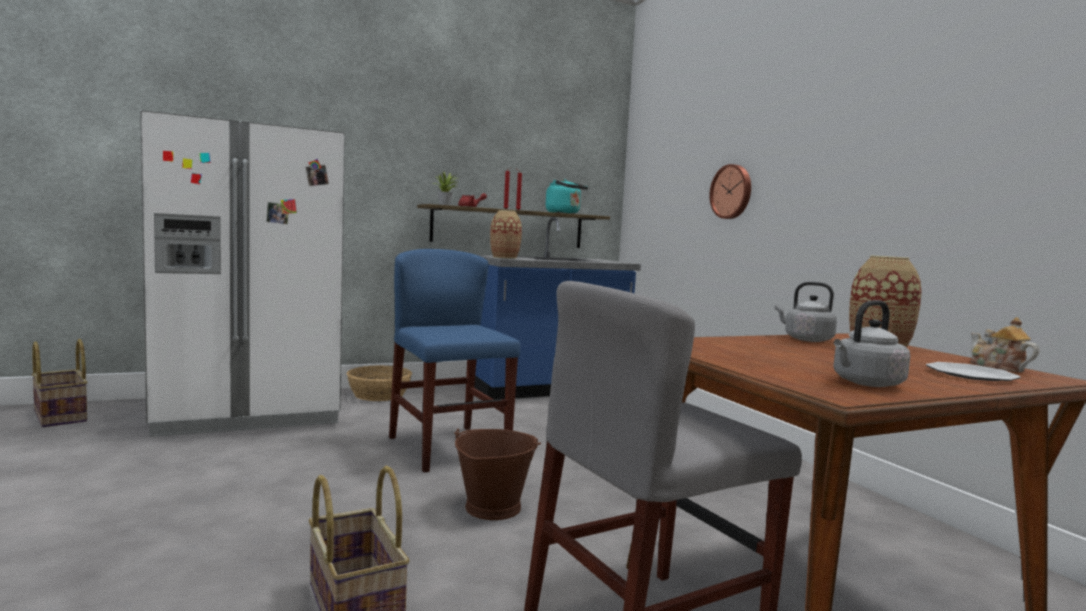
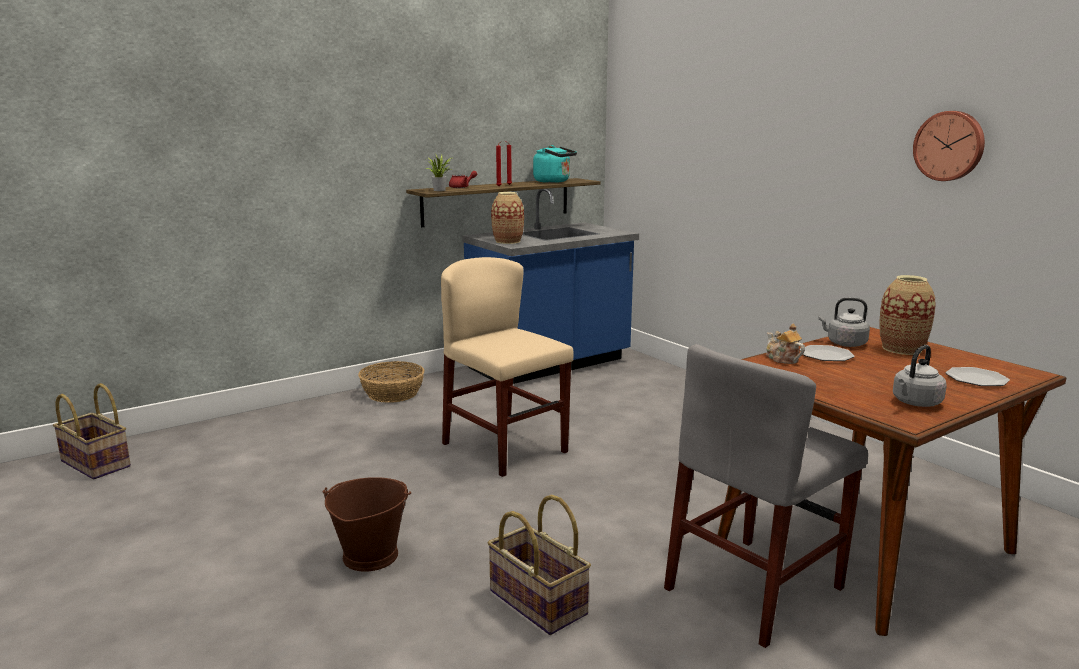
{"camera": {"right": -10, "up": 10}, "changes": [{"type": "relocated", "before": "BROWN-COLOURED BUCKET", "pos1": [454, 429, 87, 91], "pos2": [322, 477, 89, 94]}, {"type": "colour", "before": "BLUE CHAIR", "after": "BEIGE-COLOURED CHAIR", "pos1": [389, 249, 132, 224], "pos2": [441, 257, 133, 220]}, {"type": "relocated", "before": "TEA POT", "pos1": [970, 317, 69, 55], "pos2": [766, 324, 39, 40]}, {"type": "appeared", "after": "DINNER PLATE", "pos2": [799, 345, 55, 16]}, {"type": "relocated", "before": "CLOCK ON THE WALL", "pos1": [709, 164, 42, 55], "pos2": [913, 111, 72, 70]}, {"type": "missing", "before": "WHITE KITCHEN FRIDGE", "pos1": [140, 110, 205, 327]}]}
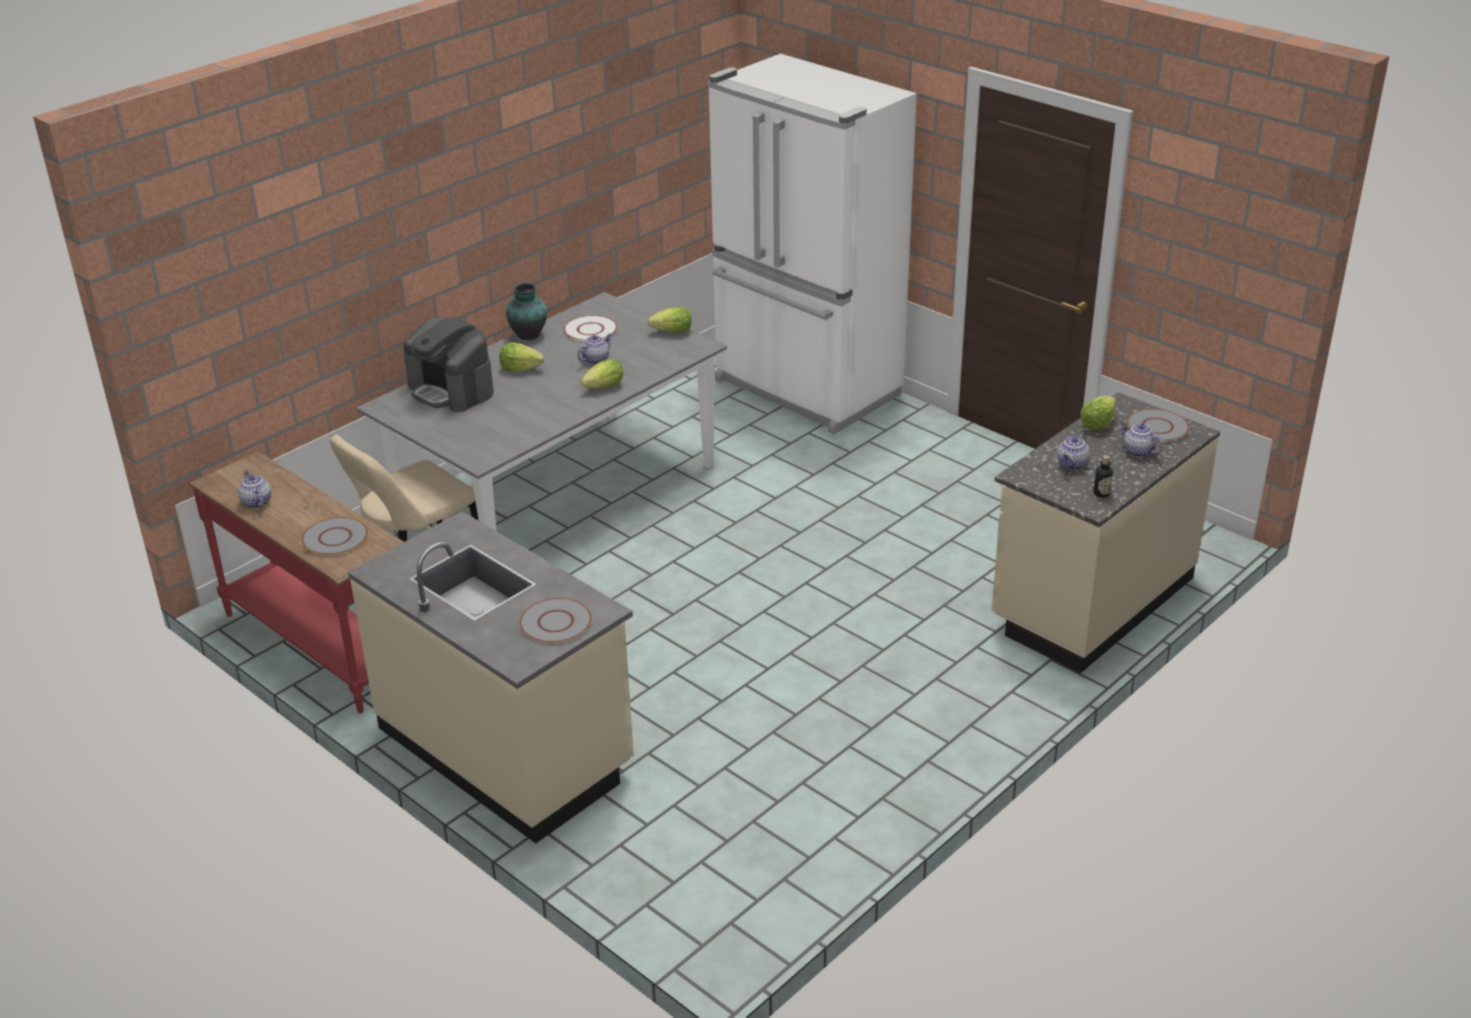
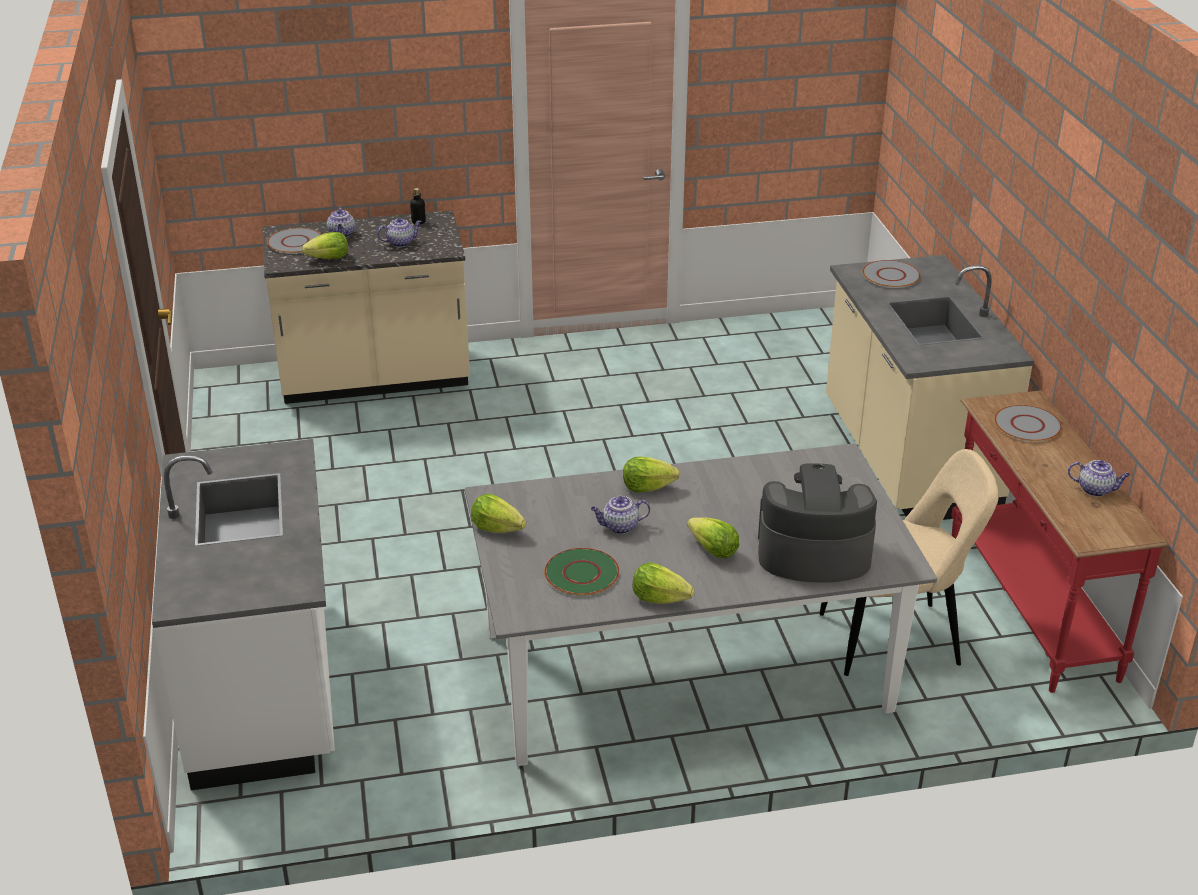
{"camera": {"right": -145, "up": 0}, "changes": [{"type": "exchanged", "before": "WHITE KITCHEN FRIDGE", "after": "WHITE KITCHEN COUNTER", "pos1": [708, 54, 209, 380], "pos2": [152, 439, 183, 351]}, {"type": "colour", "before": "WHITE DINNER PLATE", "after": "GREENISH DINNER PLATE", "pos1": [564, 315, 53, 27], "pos2": [544, 548, 76, 48]}, {"type": "exchanged", "before": "DECORATIVE VASE", "after": "LETTUCE HEAD", "pos1": [506, 282, 41, 58], "pos2": [632, 562, 62, 42]}, {"type": "spun", "before": "COFFEE MAKER", "pos1": [403, 317, 91, 95], "pos2": [758, 463, 119, 120], "turn": -75}, {"type": "spun", "before": "TEA POT", "pos1": [238, 471, 34, 37], "pos2": [1068, 460, 62, 36], "turn": -75}]}
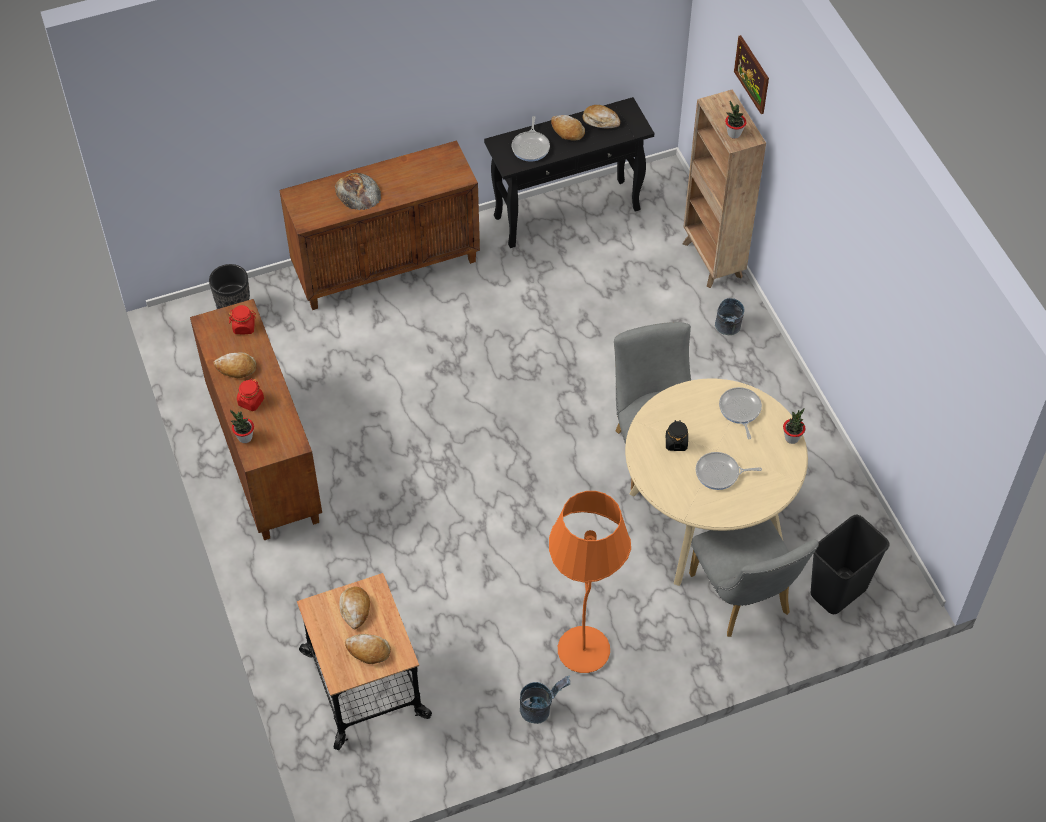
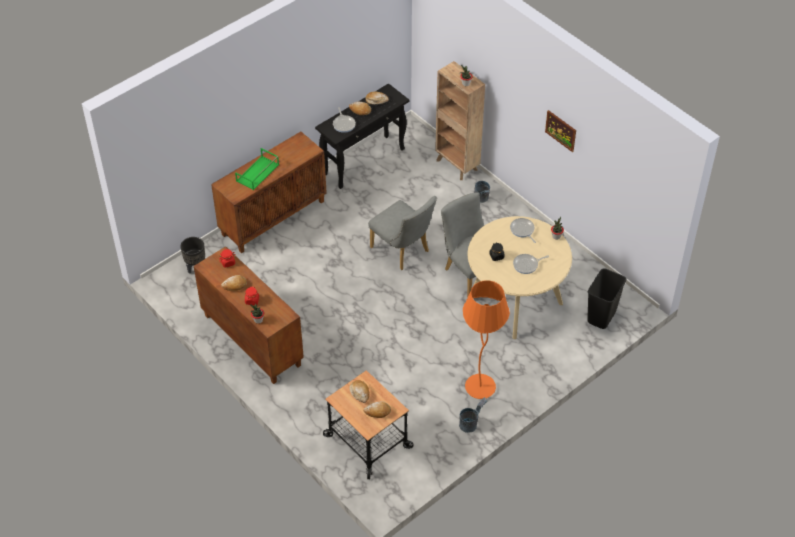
{"camera": {"right": -20, "up": -5}, "changes": [{"type": "exchanged", "before": "BREAD", "after": "GREENISH SERVING TRAY", "pos1": [335, 173, 46, 37], "pos2": [235, 148, 44, 42]}, {"type": "relocated", "before": "GREY CHAIR", "pos1": [689, 519, 130, 118], "pos2": [368, 196, 69, 74]}, {"type": "relocated", "before": "WALL ART", "pos1": [734, 35, 35, 79], "pos2": [545, 110, 31, 42]}]}
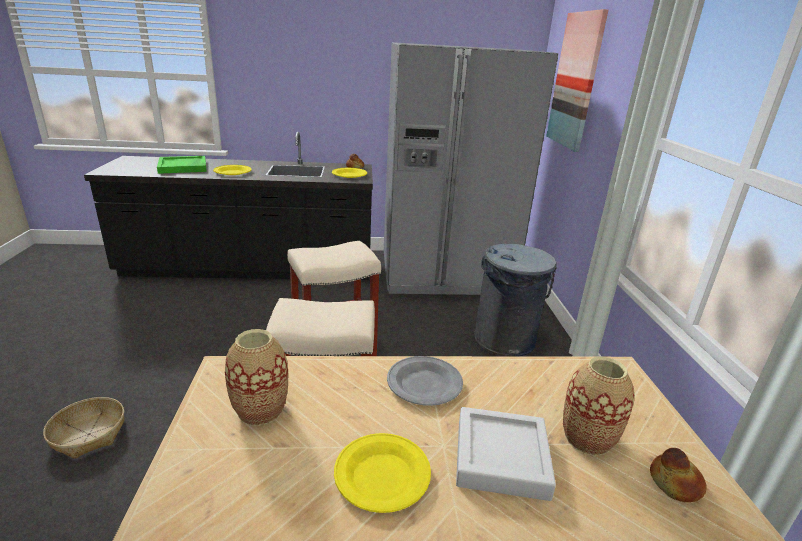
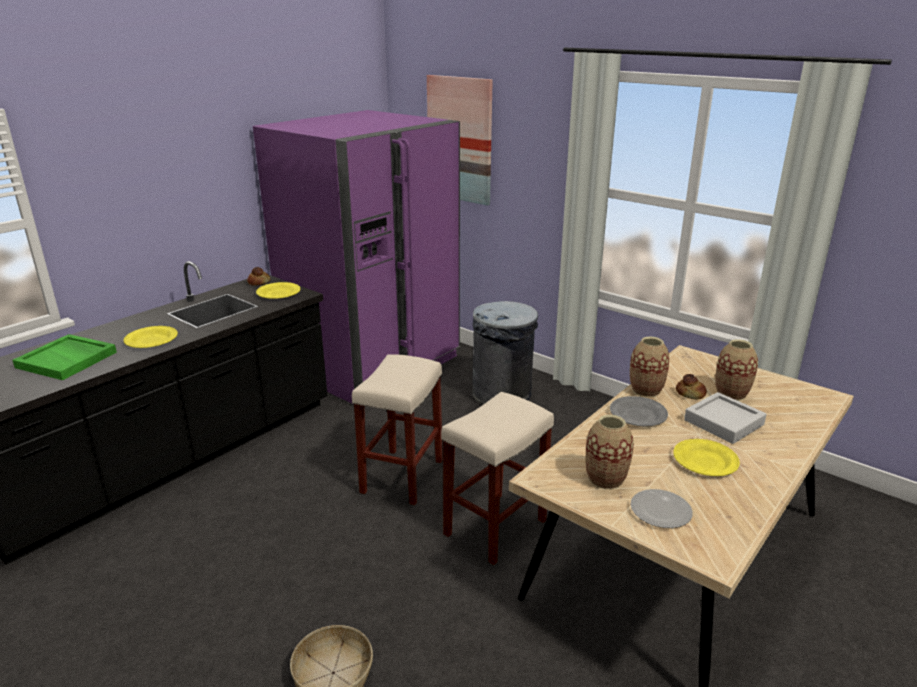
{"camera": {"right": -45, "up": 0}, "changes": [{"type": "colour", "before": "GREY KITCHEN FRIDGE", "after": "PURPLE KITCHEN FRIDGE", "pos1": [384, 42, 174, 253], "pos2": [253, 110, 207, 294]}, {"type": "appeared", "after": "DECORATIVE VASE", "pos2": [630, 337, 39, 60]}, {"type": "appeared", "after": "DINNER PLATE", "pos2": [630, 489, 63, 39]}, {"type": "relocated", "before": "BREAD", "pos1": [650, 448, 57, 54], "pos2": [676, 374, 31, 26]}]}
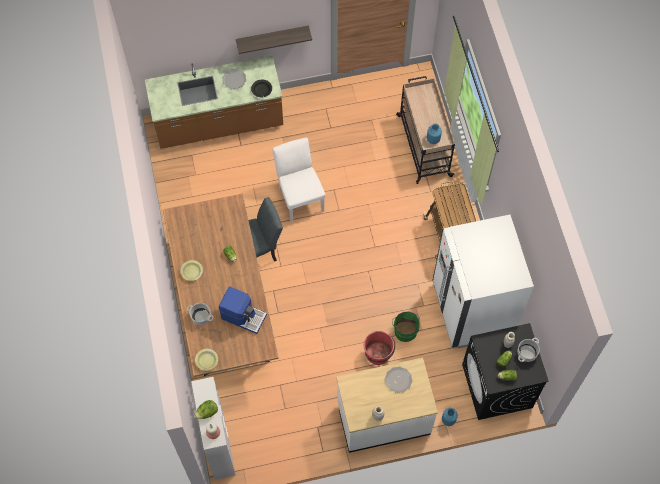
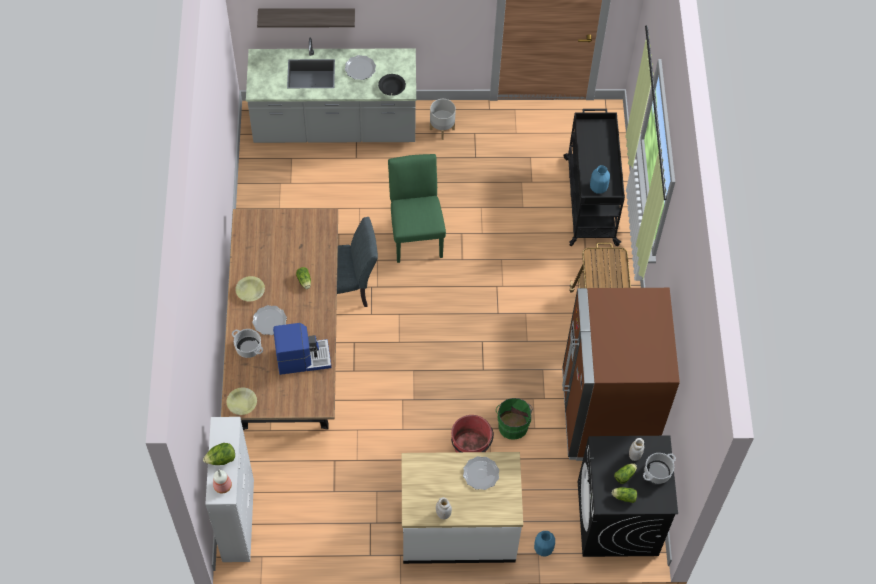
{"camera": {"right": 10, "up": -5}, "changes": [{"type": "colour", "before": "BROWN-COLOURED KITCHEN COUNTER", "after": "GREY KITCHEN COUNTER", "pos1": [145, 56, 138, 93], "pos2": [246, 37, 170, 106]}, {"type": "appeared", "after": "DINNER PLATE", "pos2": [252, 305, 35, 30]}, {"type": "relocated", "before": "SHELF", "pos1": [236, 25, 76, 29], "pos2": [257, 8, 98, 20]}, {"type": "spun", "before": "COFFEE MAKER", "pos1": [219, 286, 48, 48], "pos2": [273, 323, 58, 52], "turn": -45}, {"type": "colour", "before": "WHITE CHAIR", "after": "GREENISH CHAIR", "pos1": [272, 137, 53, 85], "pos2": [388, 154, 58, 109]}, {"type": "appeared", "after": "GREY PLANT POT", "pos2": [430, 99, 26, 41]}, {"type": "colour", "before": "WHITE KITCHEN FRIDGE", "after": "BROWN-COLOURED KITCHEN FRIDGE", "pos1": [433, 215, 101, 134], "pos2": [562, 288, 118, 173]}, {"type": "colour", "before": "BEIGE-COLOURED CART", "after": "BLACKISH CART", "pos1": [396, 76, 59, 108], "pos2": [563, 109, 62, 137]}]}
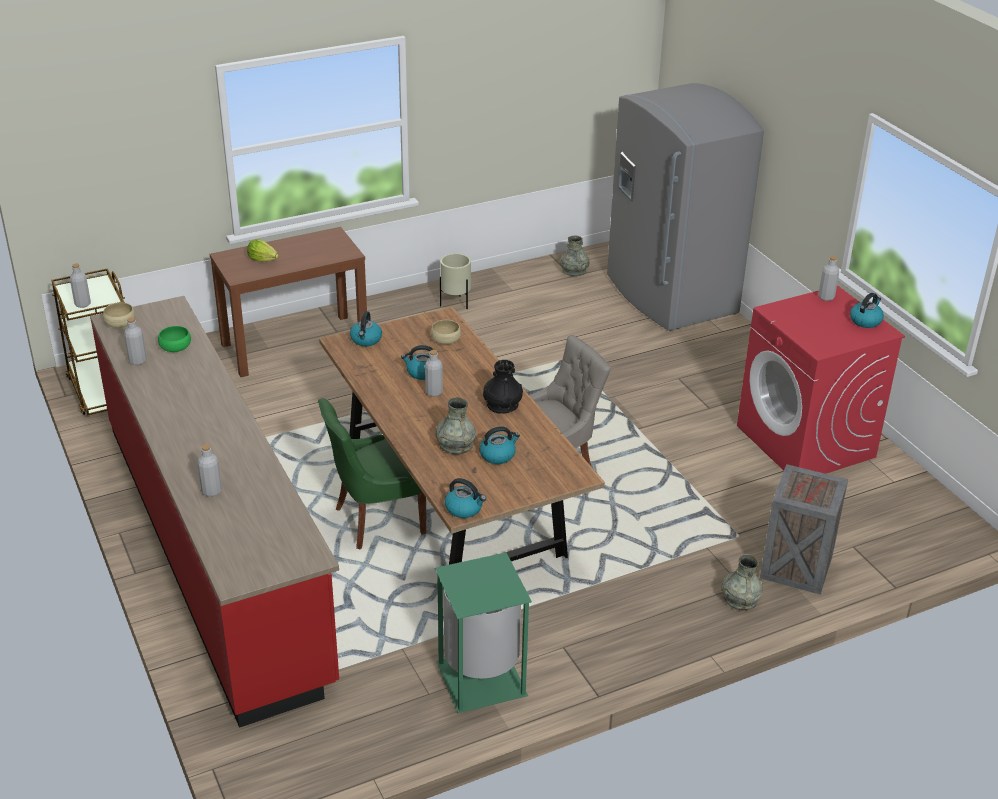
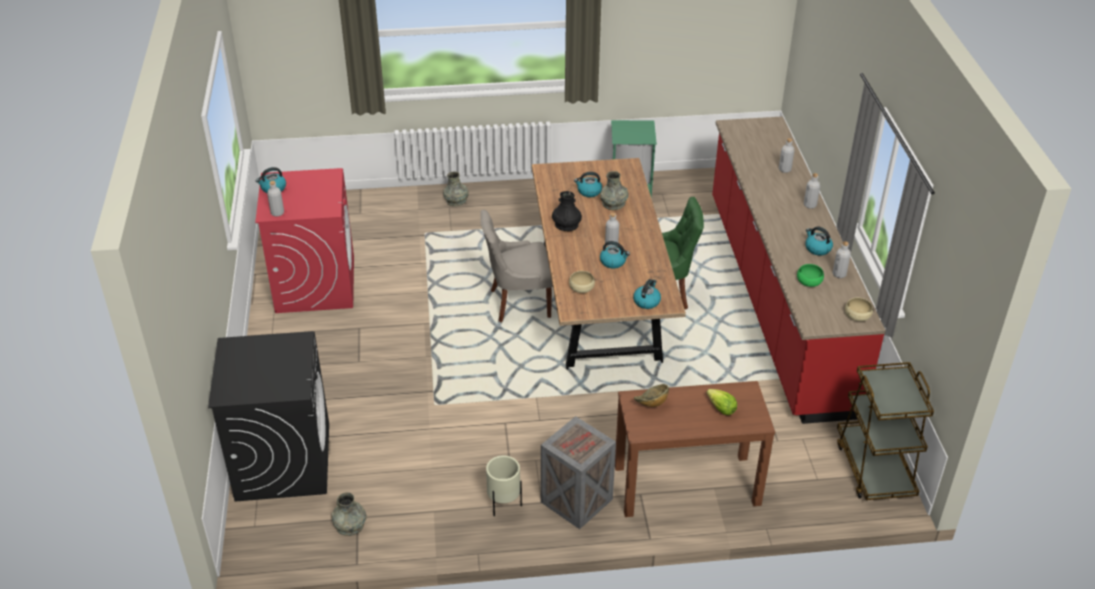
{"camera": {"right": -160, "up": 5}, "changes": [{"type": "exchanged", "before": "GREY KITCHEN FRIDGE", "after": "BLACKISH WASHING MACHINE", "pos1": [607, 83, 157, 248], "pos2": [208, 331, 121, 171]}, {"type": "relocated", "before": "CRATE", "pos1": [760, 464, 88, 131], "pos2": [541, 416, 75, 113]}, {"type": "appeared", "after": "SERVING BOWL", "pos2": [634, 384, 35, 23]}, {"type": "relocated", "before": "GREY DRINK BOTTLE", "pos1": [70, 263, 21, 45], "pos2": [804, 173, 16, 36]}, {"type": "relocated", "before": "TEA KETTLE", "pos1": [445, 478, 41, 40], "pos2": [805, 227, 28, 29]}]}
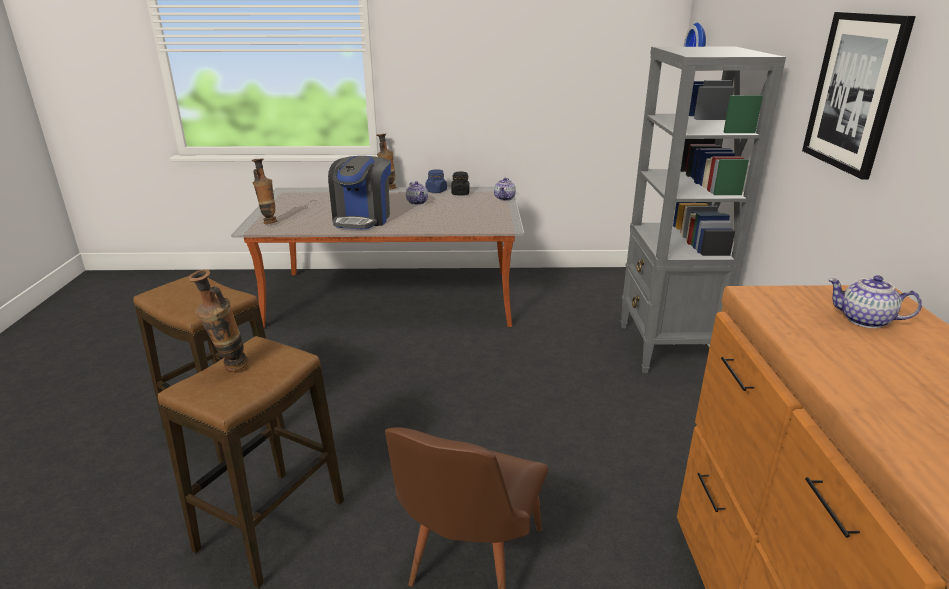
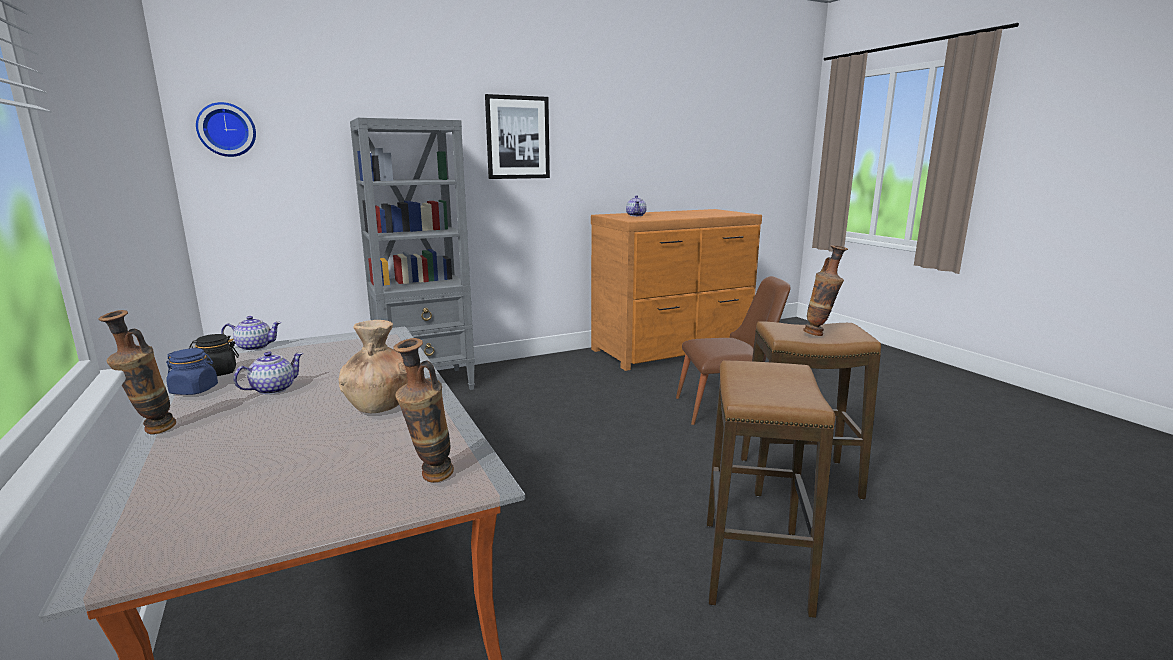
{"camera": {"right": -115, "up": -10}, "changes": [{"type": "exchanged", "before": "COFFEE MAKER", "after": "BROWN-COLOURED DECORATIVE VASE", "pos1": [328, 156, 63, 74], "pos2": [339, 320, 69, 93]}]}
